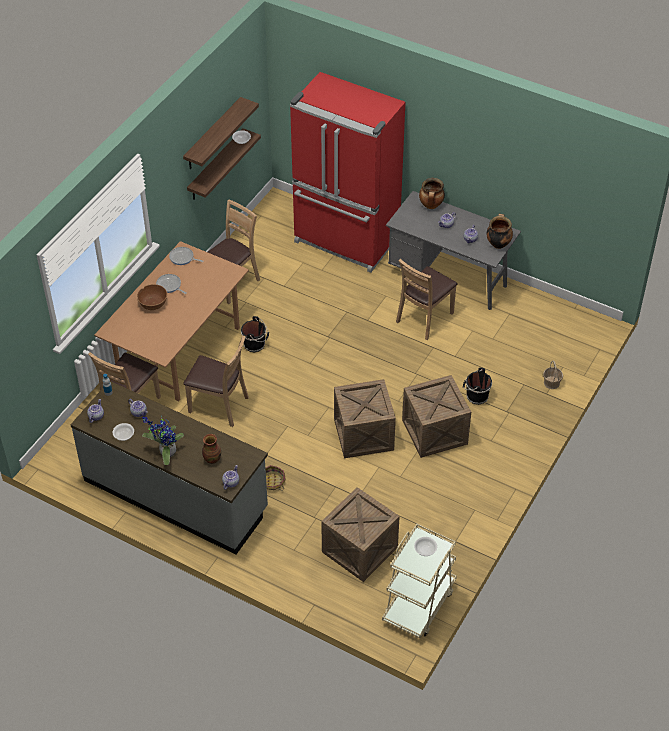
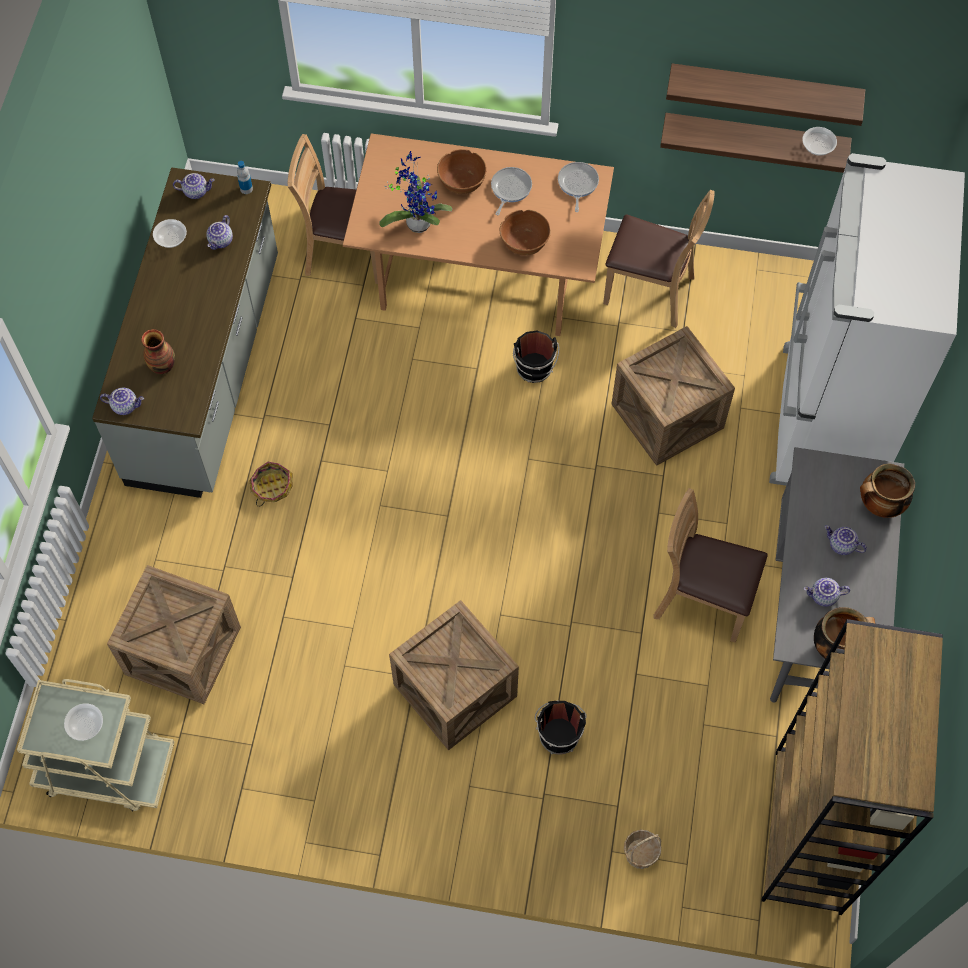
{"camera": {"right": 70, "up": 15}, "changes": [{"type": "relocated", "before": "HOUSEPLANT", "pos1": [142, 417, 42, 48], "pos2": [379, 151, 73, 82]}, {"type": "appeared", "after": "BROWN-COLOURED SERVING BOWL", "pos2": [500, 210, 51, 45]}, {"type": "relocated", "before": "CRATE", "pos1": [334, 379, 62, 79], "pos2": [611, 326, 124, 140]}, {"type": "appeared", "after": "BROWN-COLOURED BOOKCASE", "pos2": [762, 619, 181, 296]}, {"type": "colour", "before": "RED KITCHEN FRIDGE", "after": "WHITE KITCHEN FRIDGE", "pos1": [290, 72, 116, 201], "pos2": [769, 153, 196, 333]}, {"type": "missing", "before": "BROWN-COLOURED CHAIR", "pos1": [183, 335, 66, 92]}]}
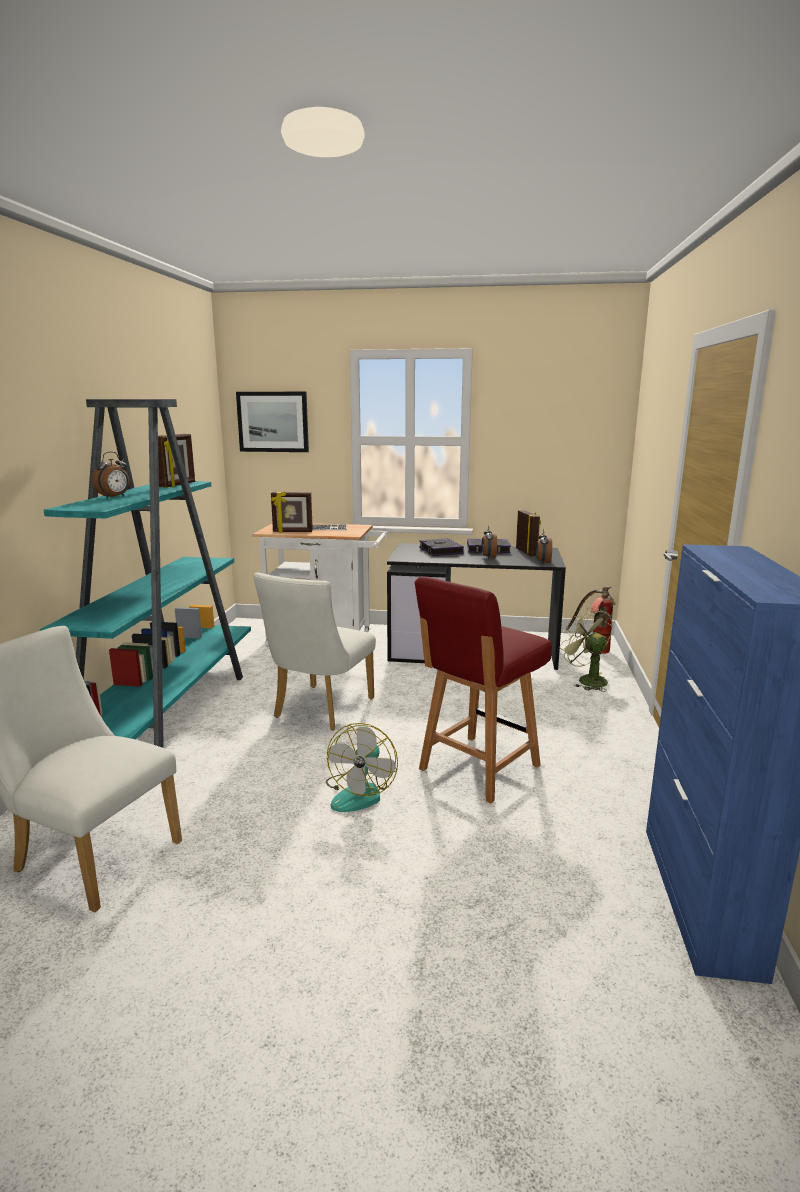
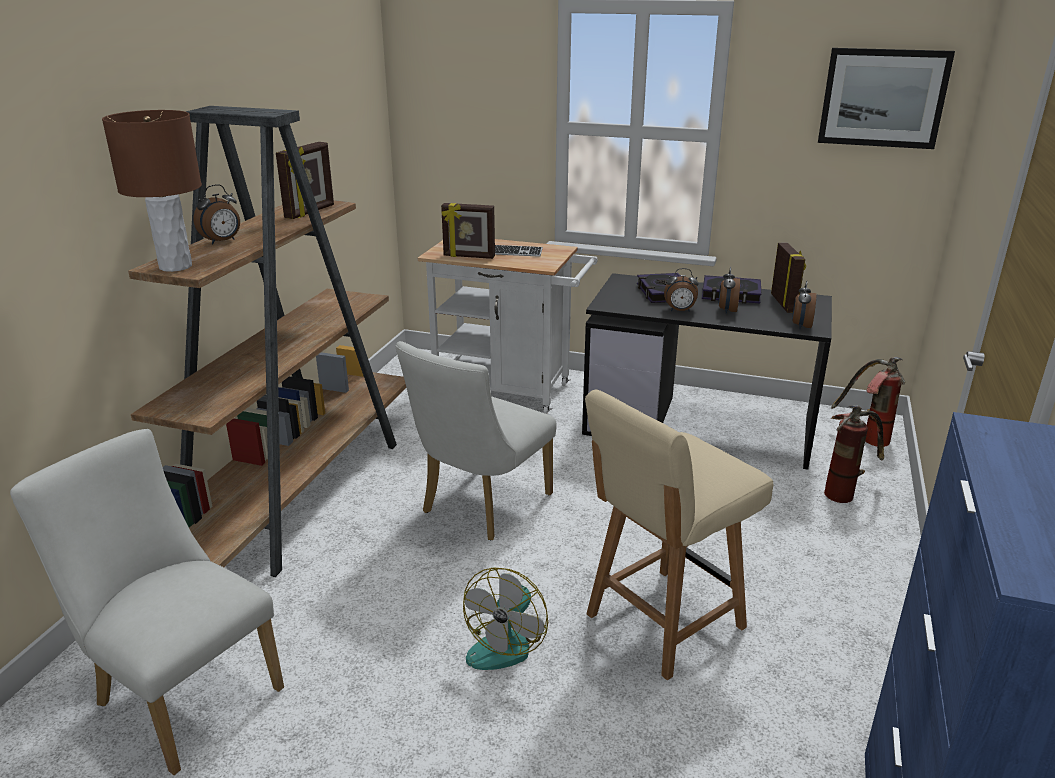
{"camera": {"right": 10, "up": 10}, "changes": [{"type": "appeared", "after": "BROWN-COLOURED TABLE LAMP", "pos2": [102, 110, 100, 162]}, {"type": "colour", "before": "TURQUOISE-COLOURED BOOKCASE", "after": "BROWN-COLOURED BOOKCASE", "pos1": [40, 399, 211, 349], "pos2": [128, 106, 278, 471]}, {"type": "colour", "before": "RED CHAIR", "after": "BEIGE-COLOURED CHAIR", "pos1": [415, 576, 137, 227], "pos2": [585, 390, 188, 290]}, {"type": "appeared", "after": "BEDSIDE CLOCK", "pos2": [664, 268, 35, 44]}, {"type": "relocated", "before": "WALL ART", "pos1": [236, 392, 73, 60], "pos2": [818, 48, 137, 101]}, {"type": "exchanged", "before": "GREENISH ELECTRIC FAN", "after": "FIRE-FIGHTING CYLINDER", "pos1": [560, 608, 53, 84], "pos2": [824, 405, 60, 98]}]}
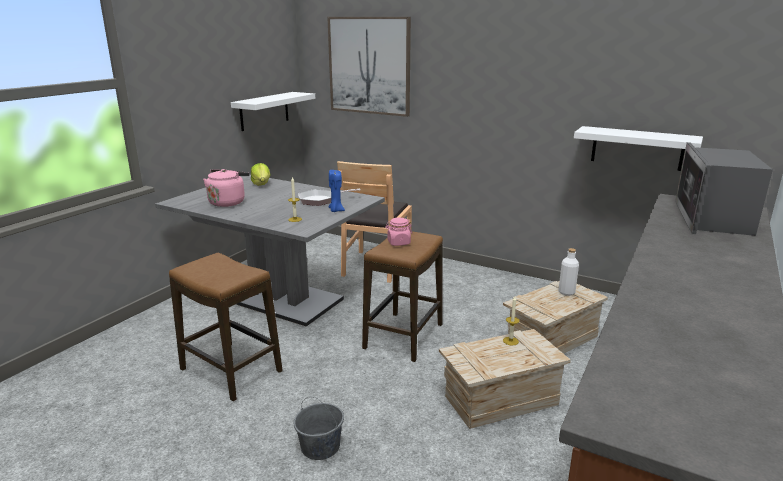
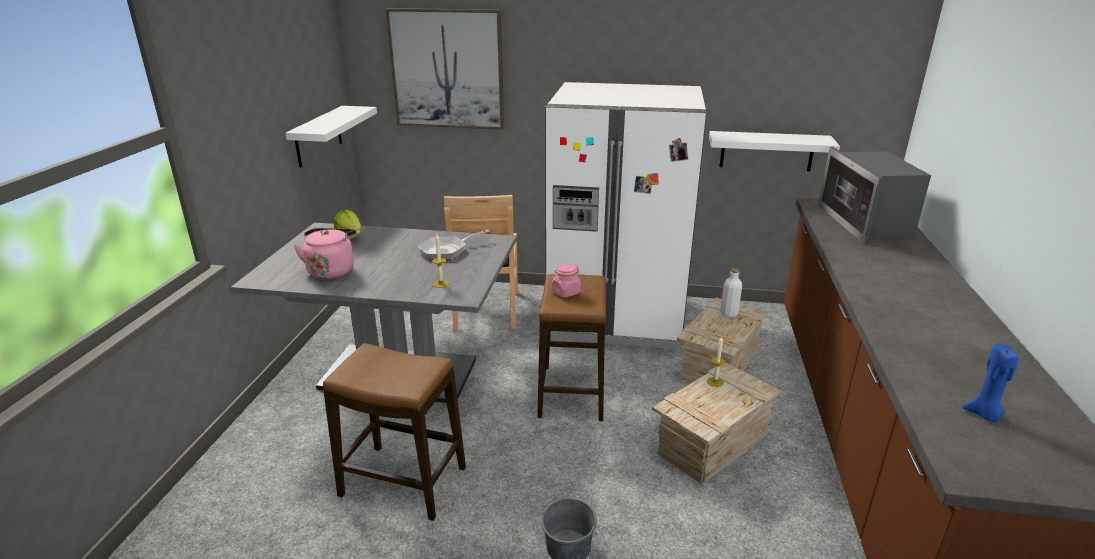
{"camera": {"right": -20, "up": 5}, "changes": [{"type": "appeared", "after": "WHITE KITCHEN FRIDGE", "pos2": [545, 82, 162, 268]}, {"type": "relocated", "before": "BLUE CANDLE", "pos1": [329, 170, 16, 42], "pos2": [963, 343, 56, 79]}]}
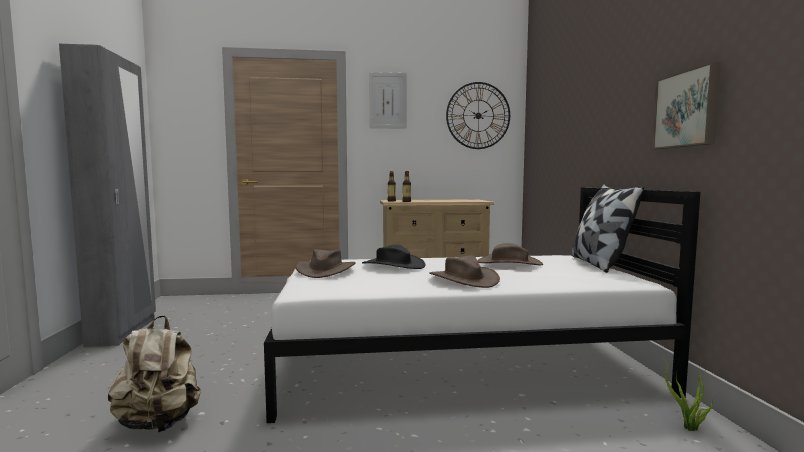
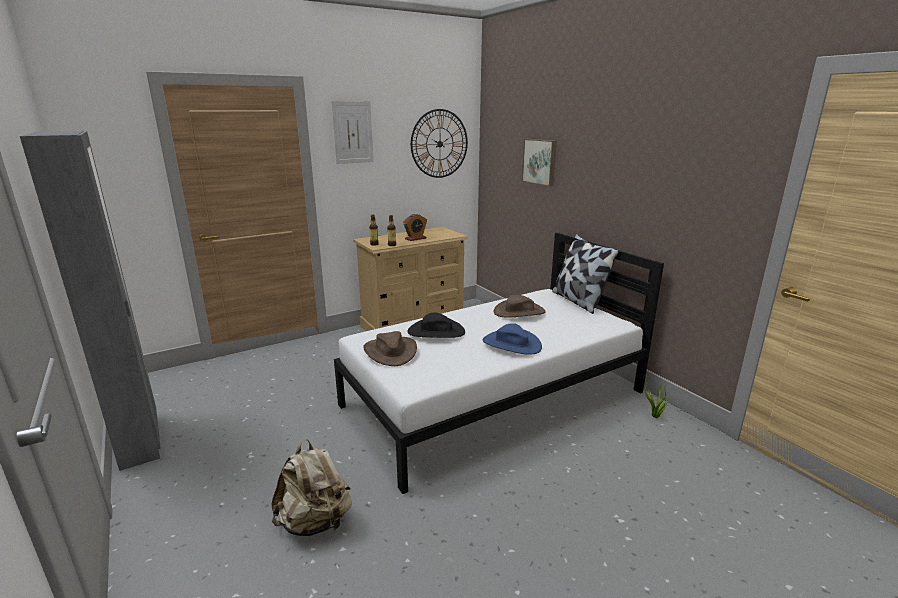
{"camera": {"right": -25, "up": 15}, "changes": [{"type": "appeared", "after": "BEDSIDE CLOCK", "pos2": [403, 214, 24, 27]}, {"type": "colour", "before": "BROWN-COLOURED HAT", "after": "BLUE HAT", "pos1": [429, 255, 71, 33], "pos2": [483, 323, 59, 32]}, {"type": "relocated", "before": "WALL ART", "pos1": [652, 62, 69, 87], "pos2": [521, 139, 36, 48]}]}
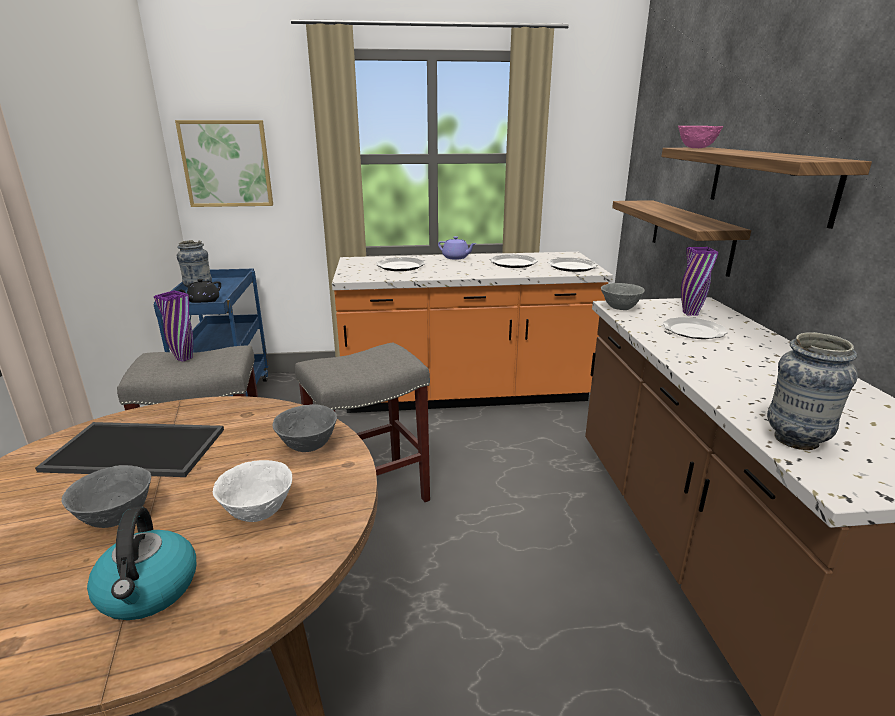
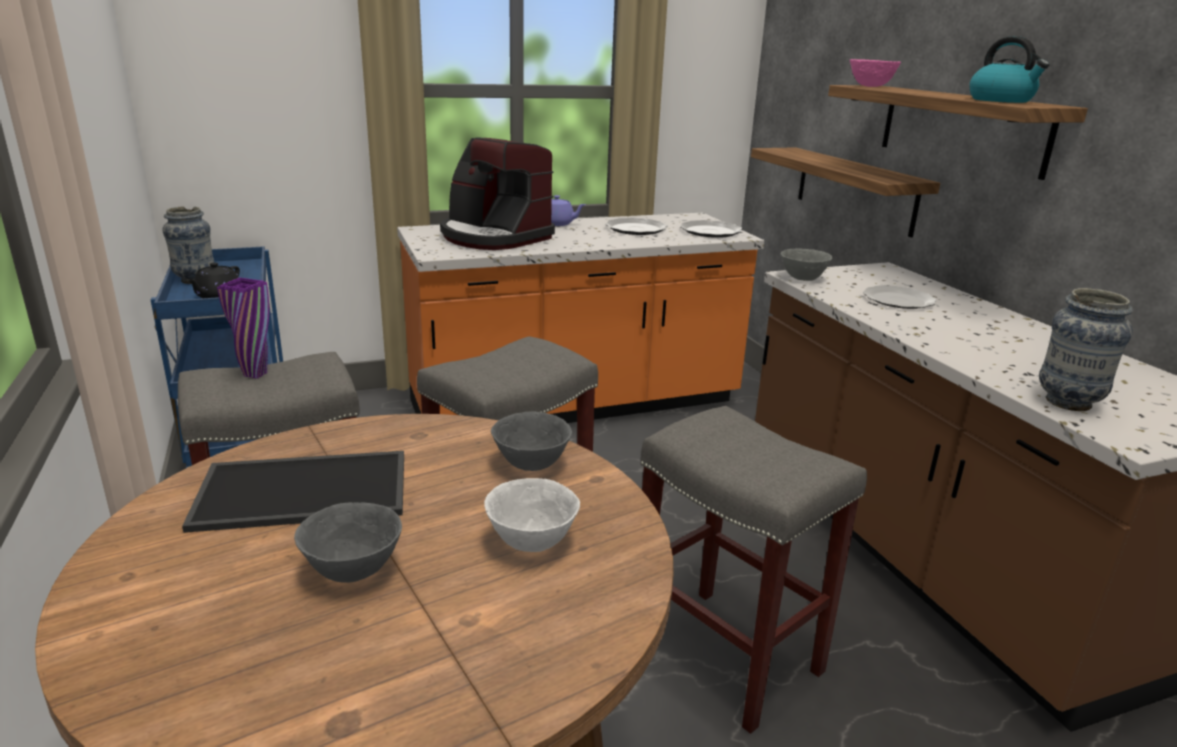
{"camera": {"right": -15, "up": 0}, "changes": [{"type": "exchanged", "before": "DINNER PLATE", "after": "COFFEE MAKER", "pos1": [376, 257, 49, 14], "pos2": [440, 137, 115, 113]}, {"type": "appeared", "after": "GREY SITTING STOOL", "pos2": [641, 406, 226, 328]}, {"type": "relocated", "before": "TEA KETTLE", "pos1": [87, 506, 109, 114], "pos2": [969, 36, 80, 67]}, {"type": "missing", "before": "WALL ART", "pos1": [175, 120, 98, 87]}, {"type": "missing", "before": "PURPLE DECORATIVE VASE", "pos1": [681, 247, 37, 69]}]}
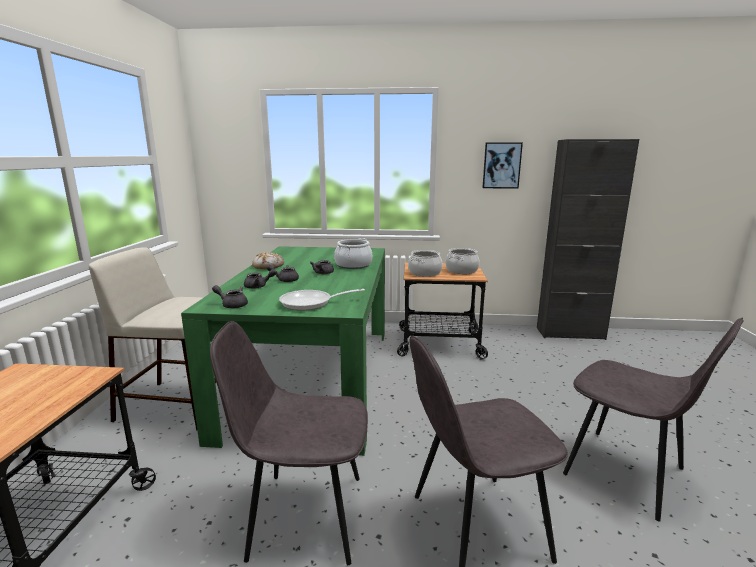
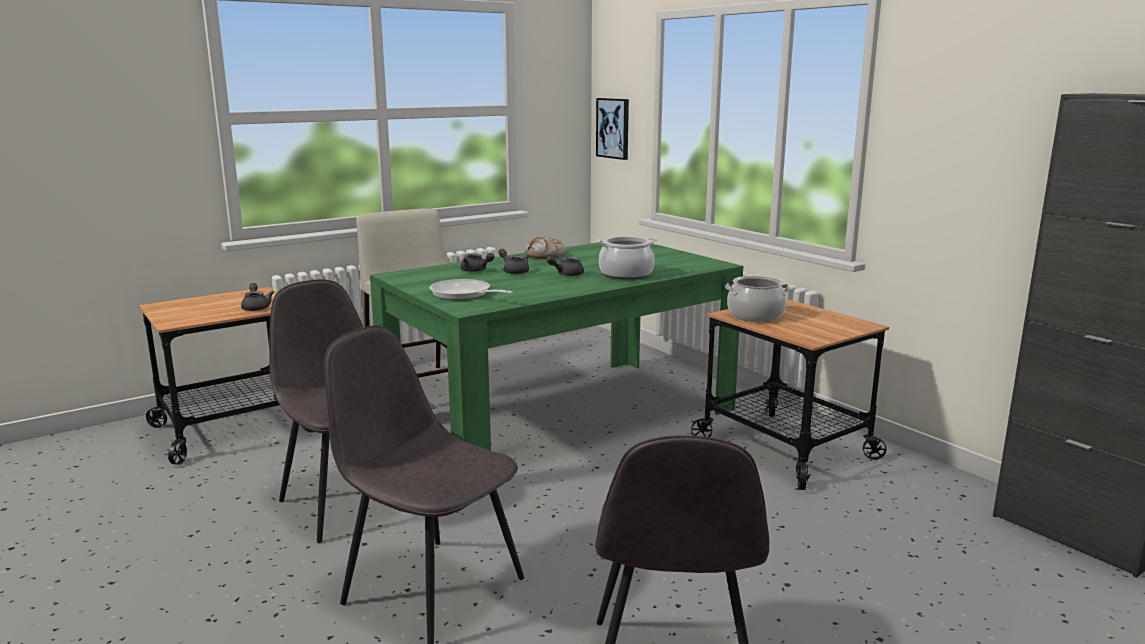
{"camera": {"right": 50, "up": 0}, "changes": [{"type": "relocated", "before": "GREY TEA POT", "pos1": [212, 285, 36, 23], "pos2": [241, 283, 33, 28]}, {"type": "relocated", "before": "WALL ART", "pos1": [482, 142, 41, 47], "pos2": [596, 98, 33, 62]}, {"type": "missing", "before": "SAUCEPOT", "pos1": [445, 248, 35, 26]}]}
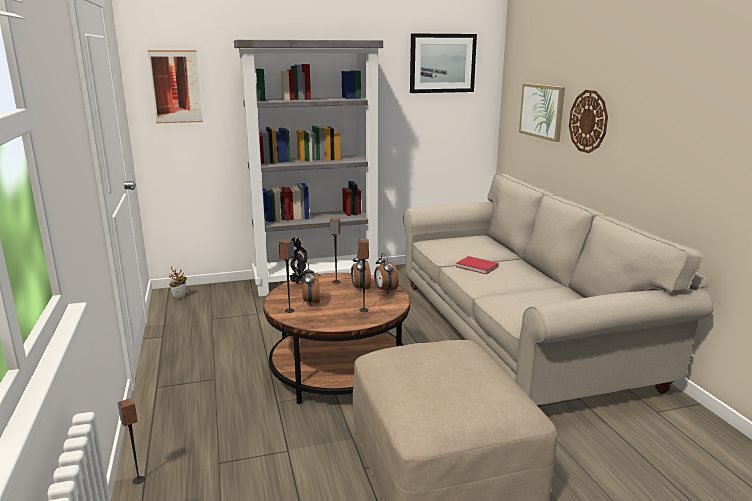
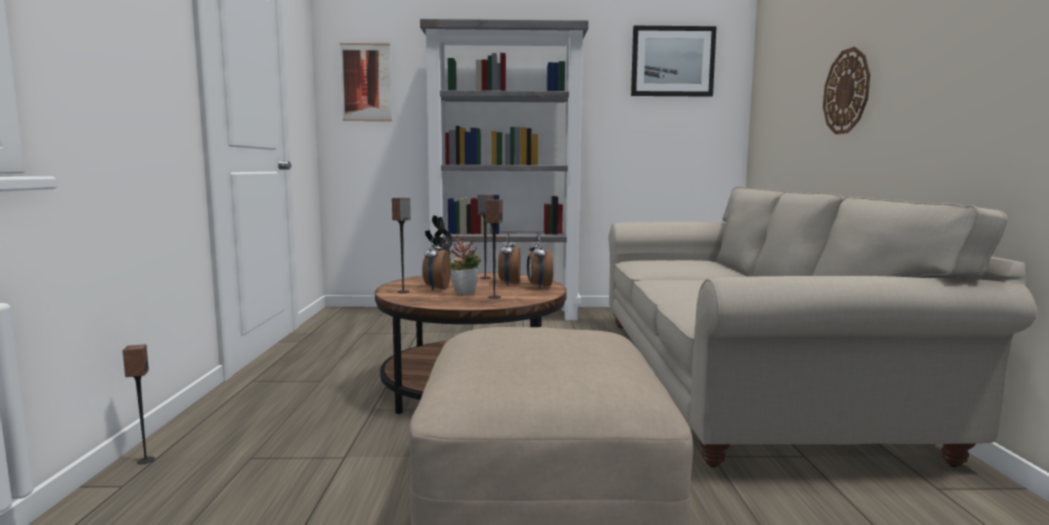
{"camera": {"right": 15, "up": -10}, "changes": [{"type": "relocated", "before": "HOUSEPLANT", "pos1": [169, 267, 18, 33], "pos2": [449, 234, 32, 62]}, {"type": "missing", "before": "RED BOUND BOOK", "pos1": [456, 256, 43, 18]}, {"type": "missing", "before": "WALL ART", "pos1": [519, 83, 46, 59]}]}
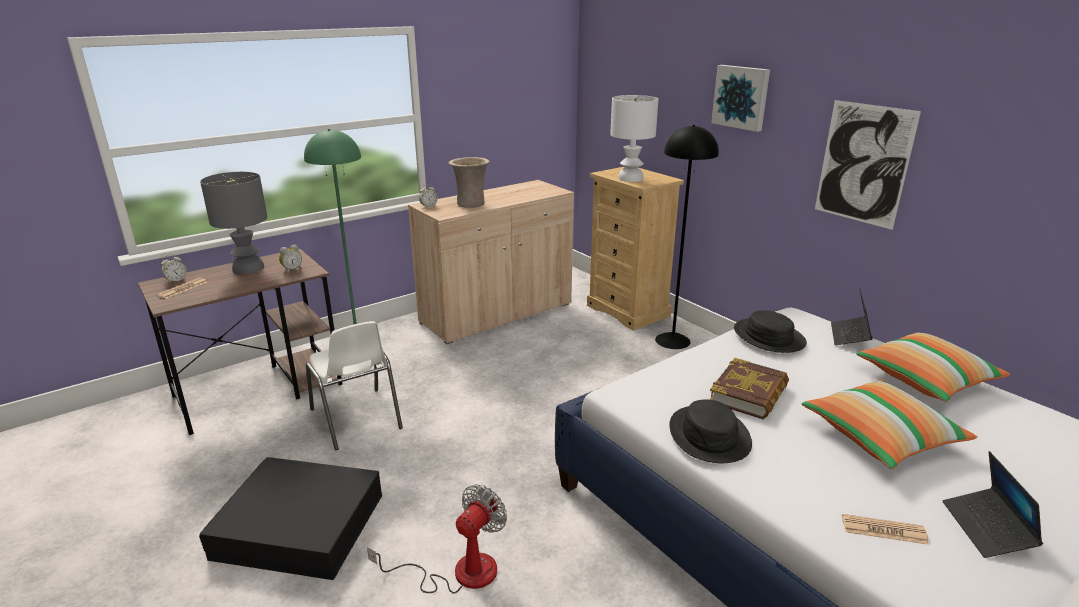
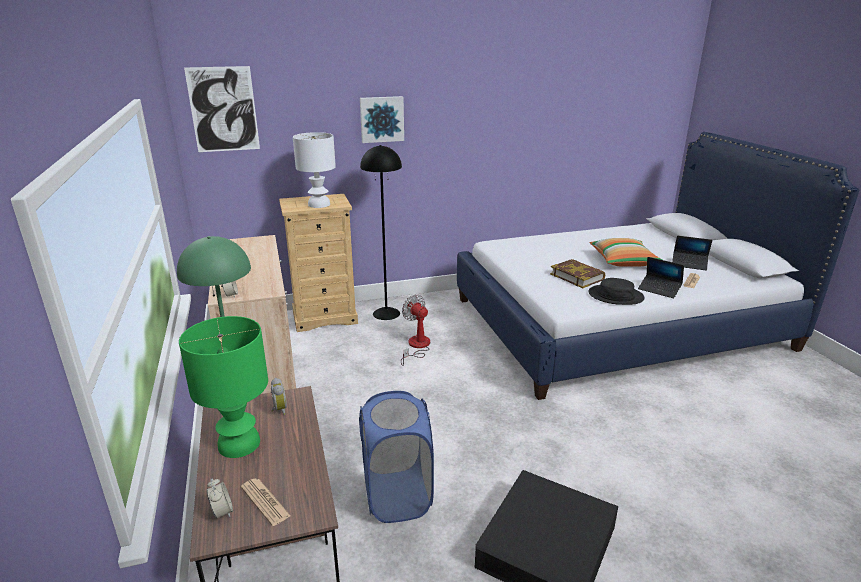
{"camera": {"right": -70, "up": 0}, "changes": [{"type": "colour", "before": "GREY TABLE LAMP", "after": "GREENISH TABLE LAMP", "pos1": [200, 172, 67, 102], "pos2": [179, 316, 89, 142]}, {"type": "relocated", "before": "WALL ART", "pos1": [815, 100, 106, 130], "pos2": [184, 66, 76, 86]}, {"type": "exchanged", "before": "WHITE CHAIR", "after": "BLUE HAMPER", "pos1": [306, 321, 97, 129], "pos2": [359, 391, 75, 132]}, {"type": "relocated", "before": "ELECTRIC FAN", "pos1": [367, 485, 140, 108], "pos2": [401, 295, 29, 71]}, {"type": "relocated", "before": "NOTEBOOK COMPUTER", "pos1": [831, 288, 42, 57], "pos2": [638, 257, 46, 41]}, {"type": "missing", "before": "BEIGE-COLOURED DECORATIVE VASE", "pos1": [448, 157, 42, 51]}, {"type": "missing", "before": "BLACKISH HAT", "pos1": [734, 310, 73, 43]}, {"type": "missing", "before": "THROW PILLOW", "pos1": [856, 332, 154, 70]}]}
